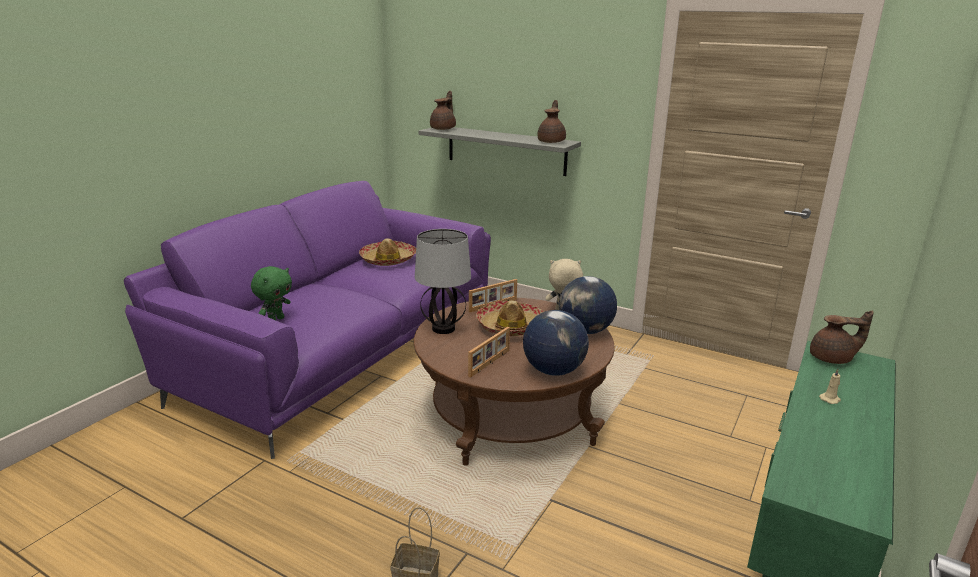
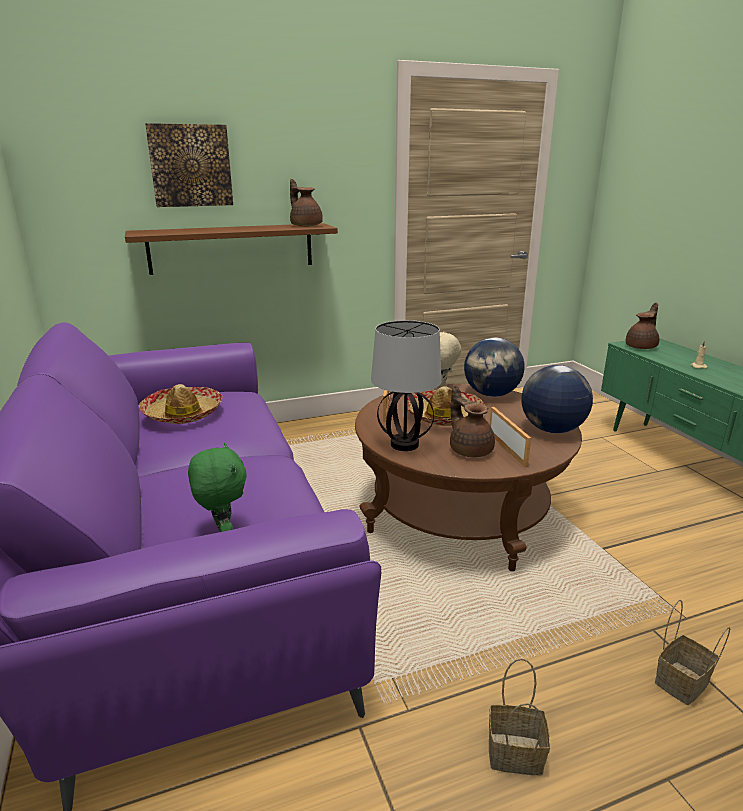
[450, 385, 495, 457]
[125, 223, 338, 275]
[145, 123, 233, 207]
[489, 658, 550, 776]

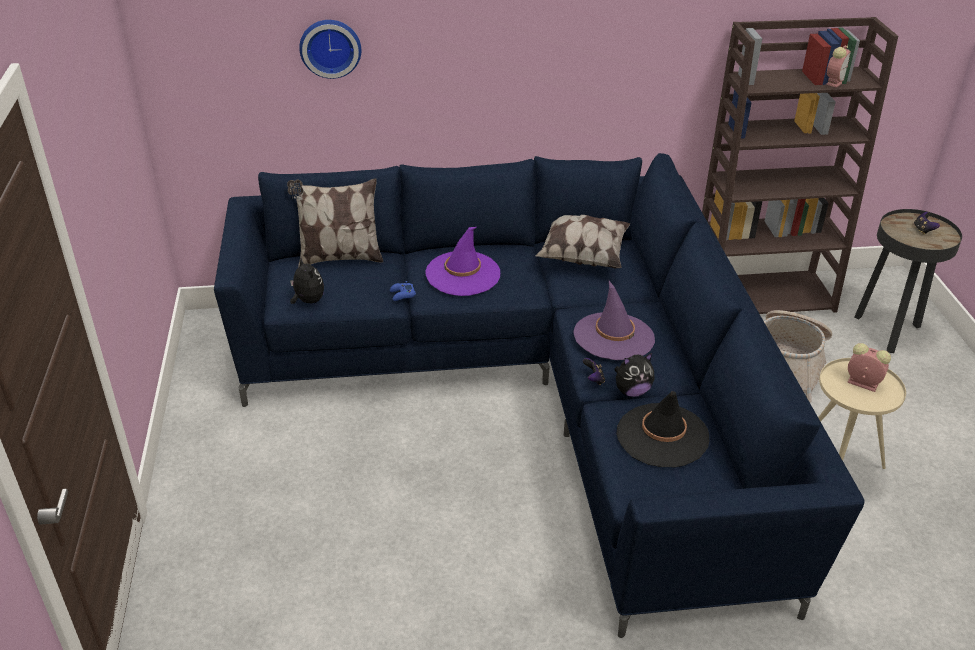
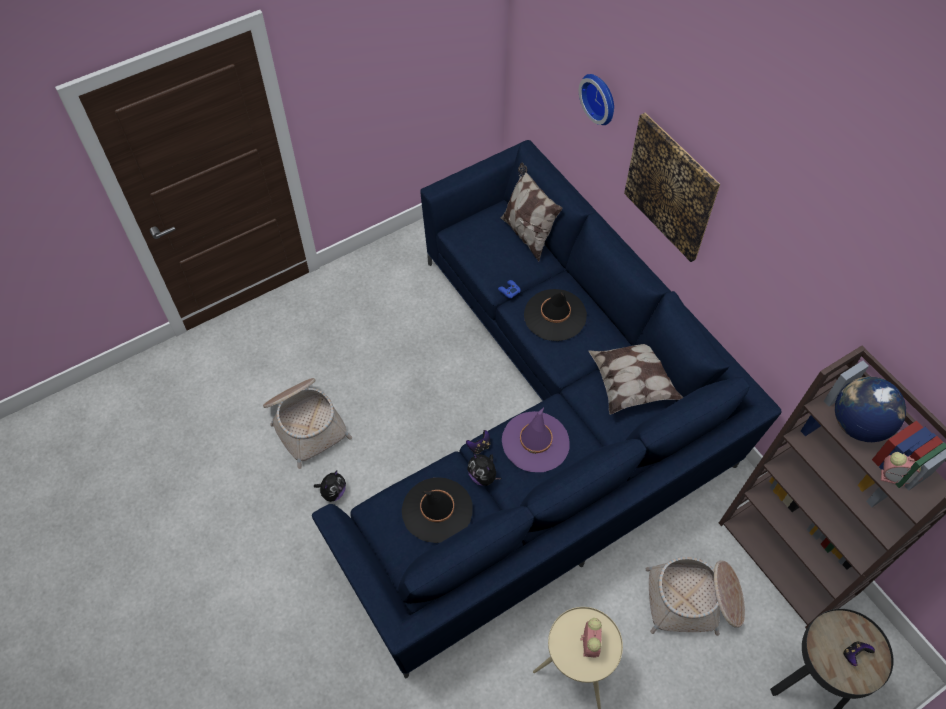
[524, 289, 587, 341]
[314, 470, 346, 502]
[624, 113, 720, 262]
[835, 377, 906, 442]
[263, 378, 352, 469]

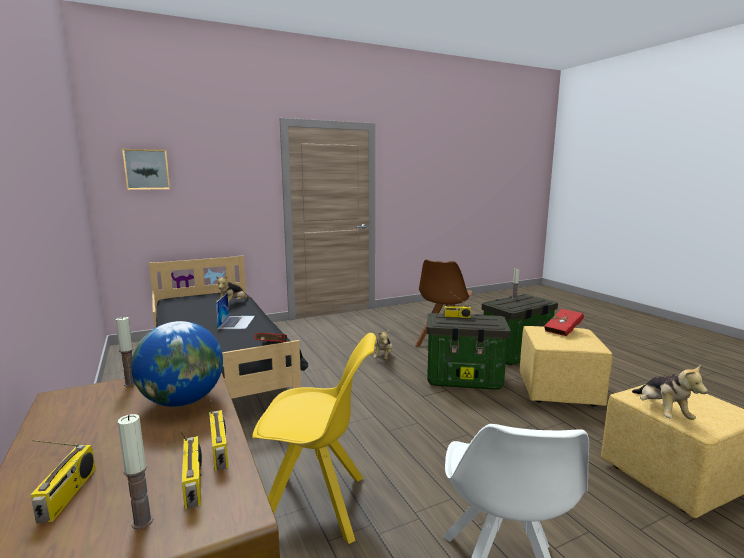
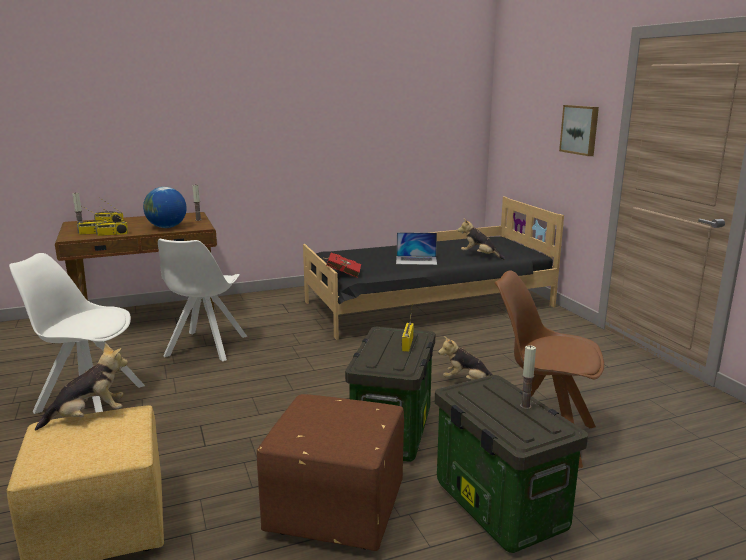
[559, 105, 599, 156]
[544, 309, 584, 336] (first image)
[257, 394, 404, 551]
[158, 239, 248, 361]
[35, 343, 128, 431]

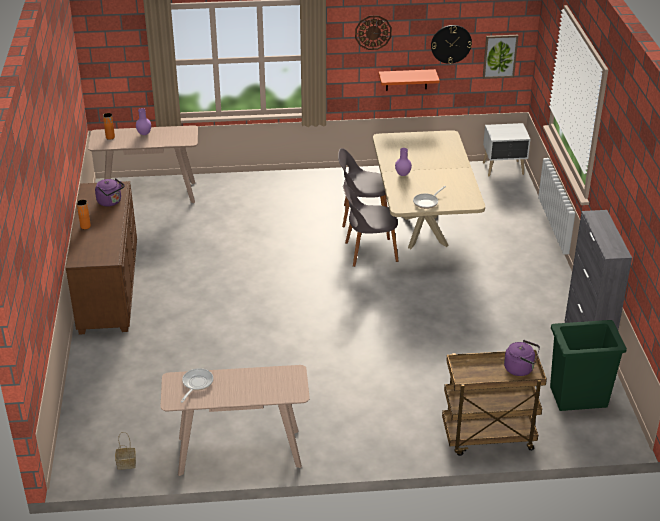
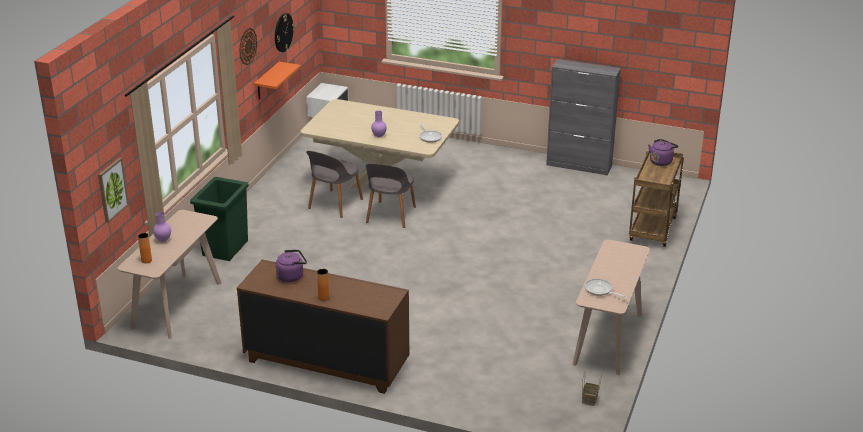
[98, 157, 129, 223]
[190, 177, 249, 261]

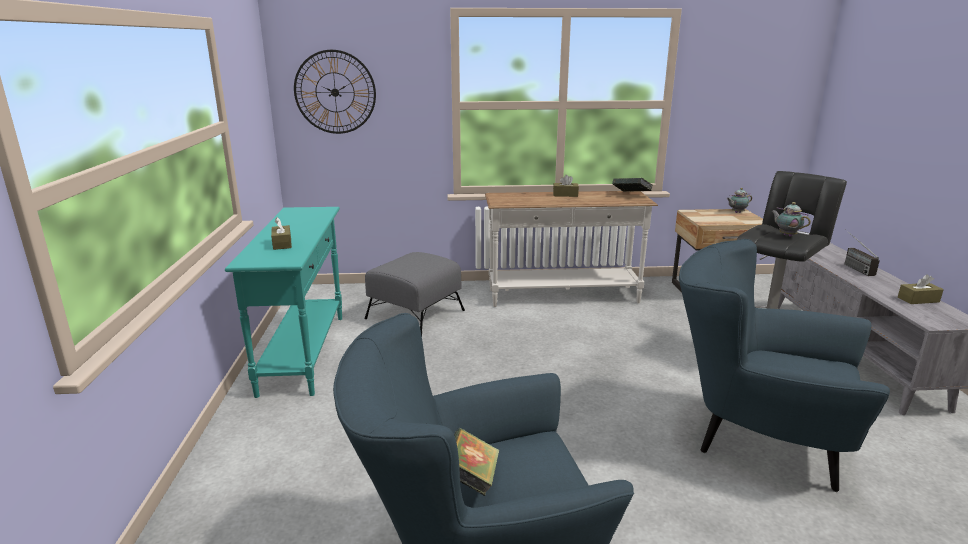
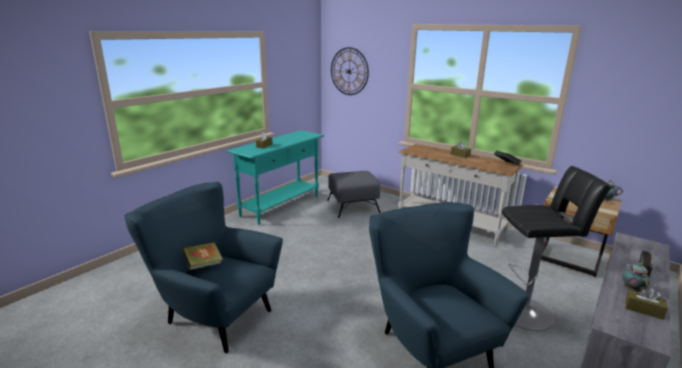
[622, 263, 650, 292]

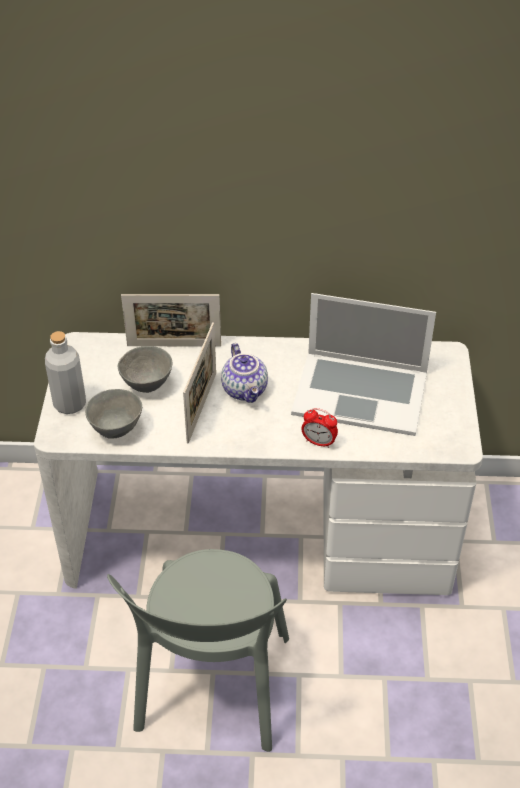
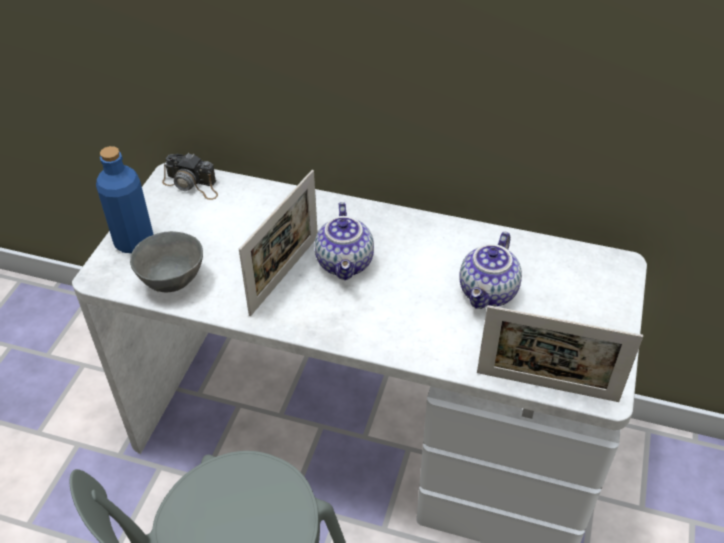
[459, 231, 522, 309]
[477, 305, 643, 402]
[96, 146, 154, 253]
[118, 346, 172, 393] (first image)
[302, 408, 338, 448] (first image)
[162, 153, 218, 200]

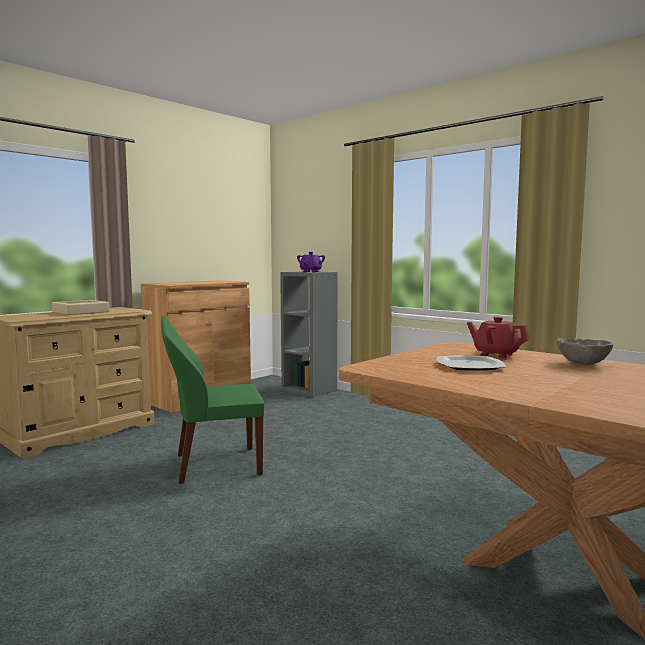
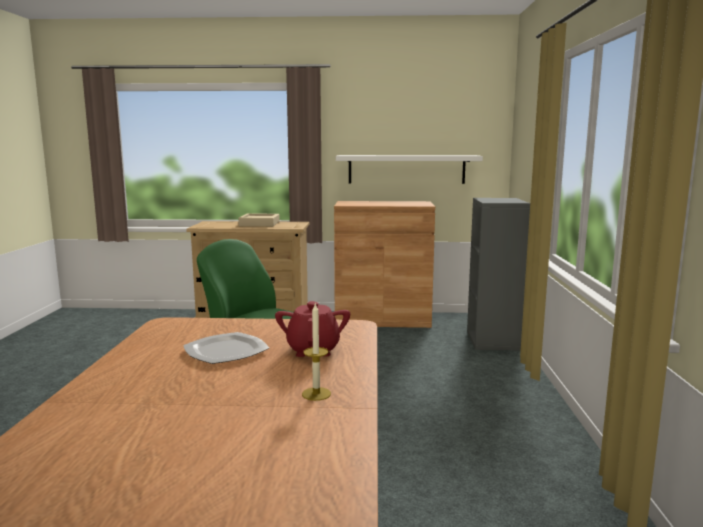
[297, 252, 325, 272] (first image)
[302, 304, 331, 401]
[336, 155, 483, 184]

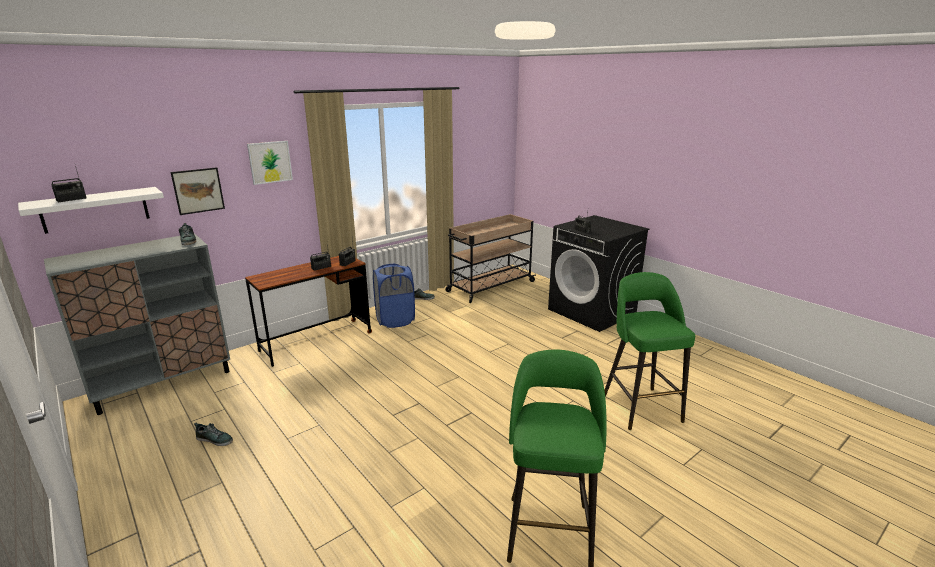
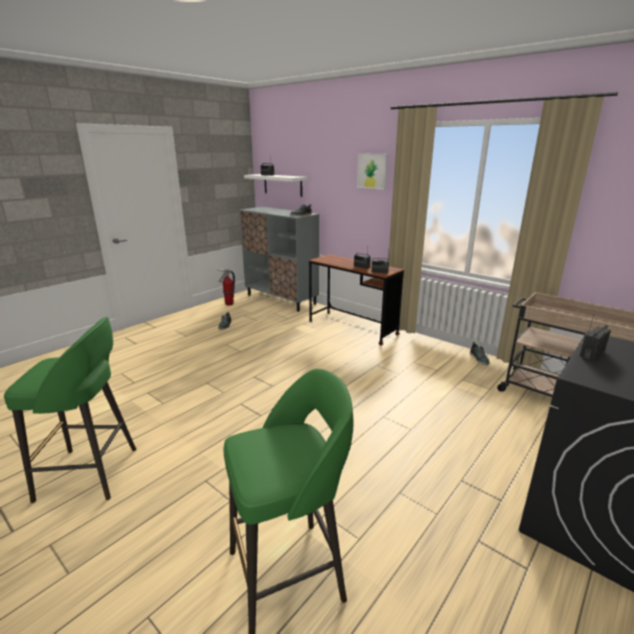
[171, 167, 225, 215] (first image)
[373, 264, 415, 328] (first image)
[218, 269, 235, 306]

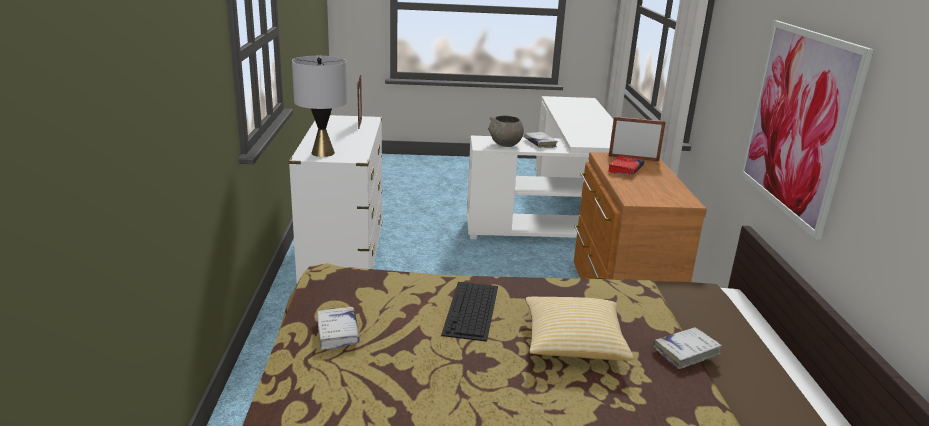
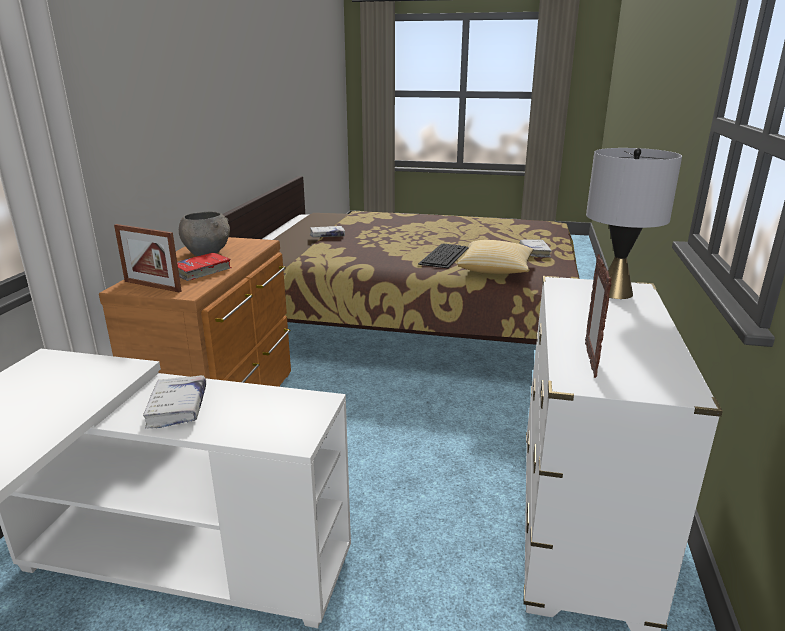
[740, 20, 874, 240] (first image)
[179, 212, 230, 256]
[457, 240, 534, 274]

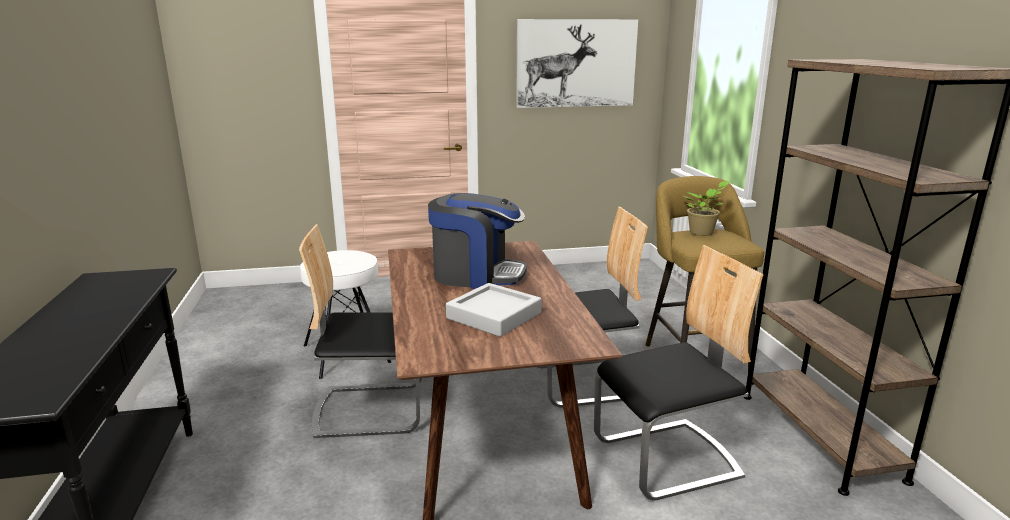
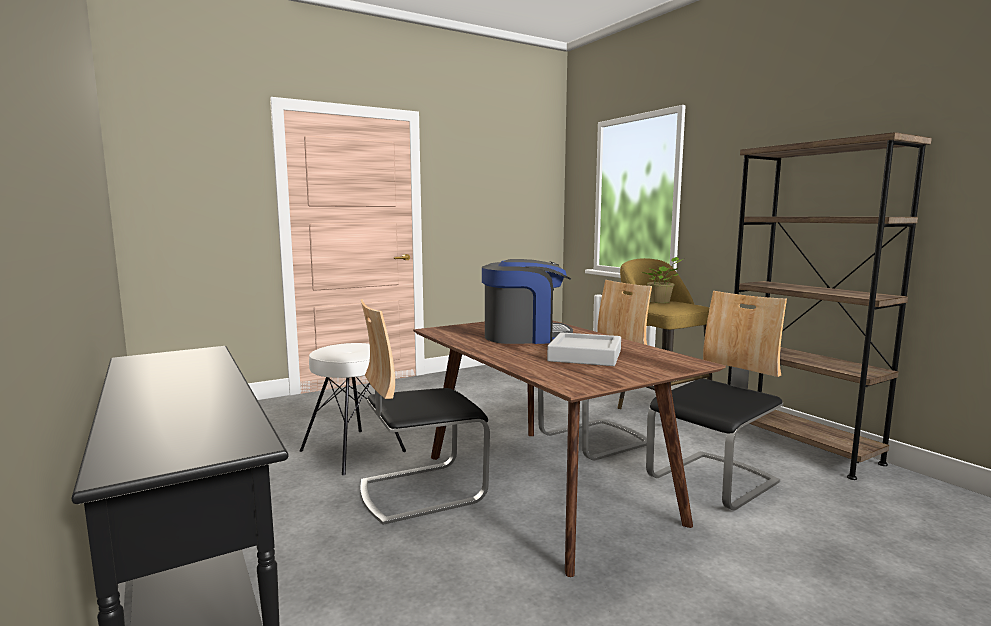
[516, 19, 638, 108] (first image)

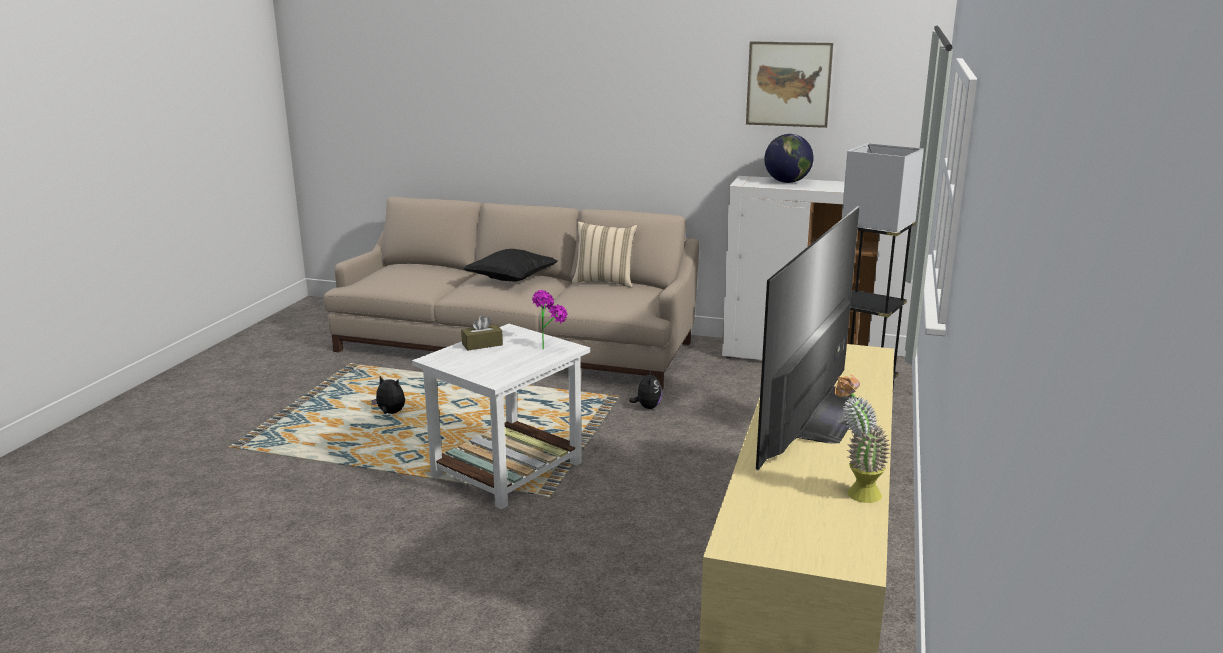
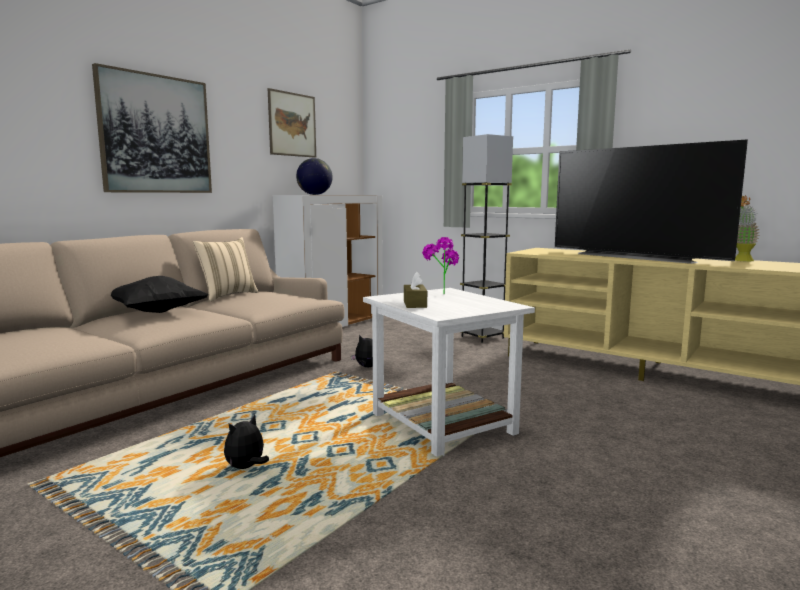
[92, 63, 212, 193]

